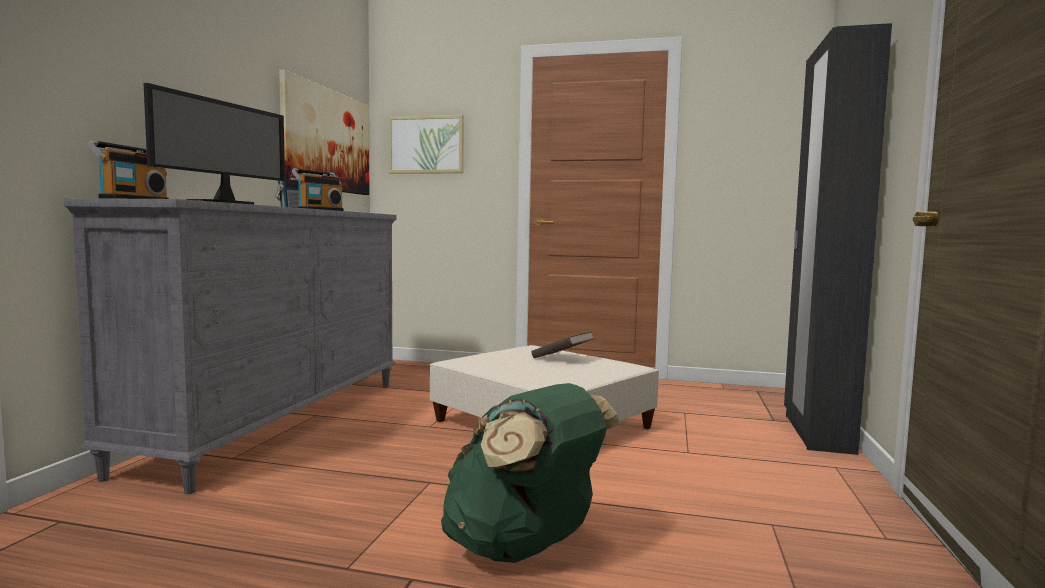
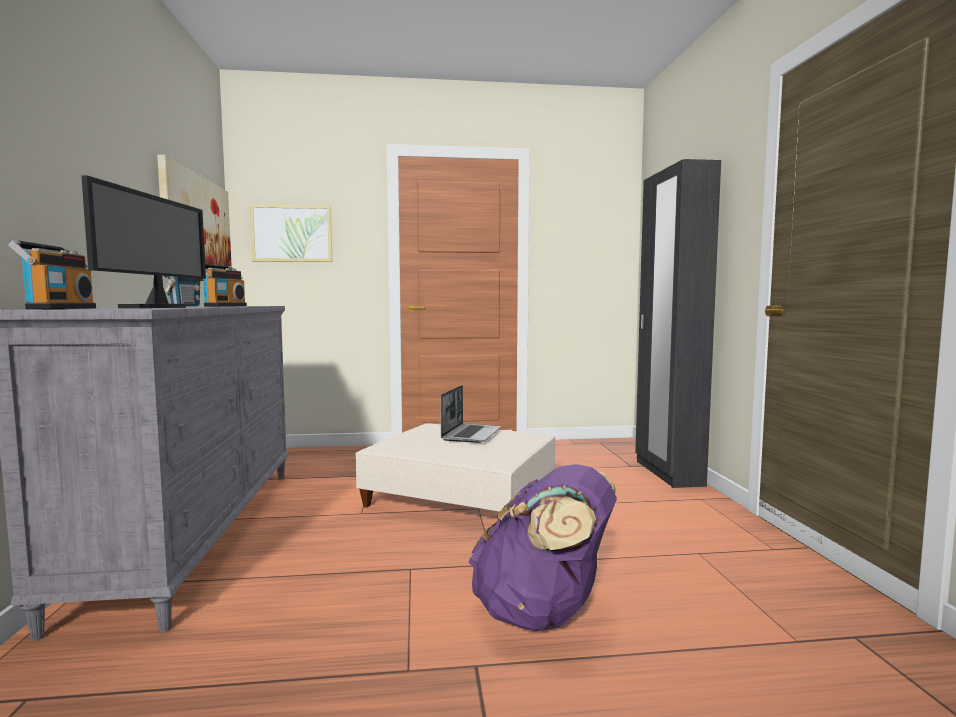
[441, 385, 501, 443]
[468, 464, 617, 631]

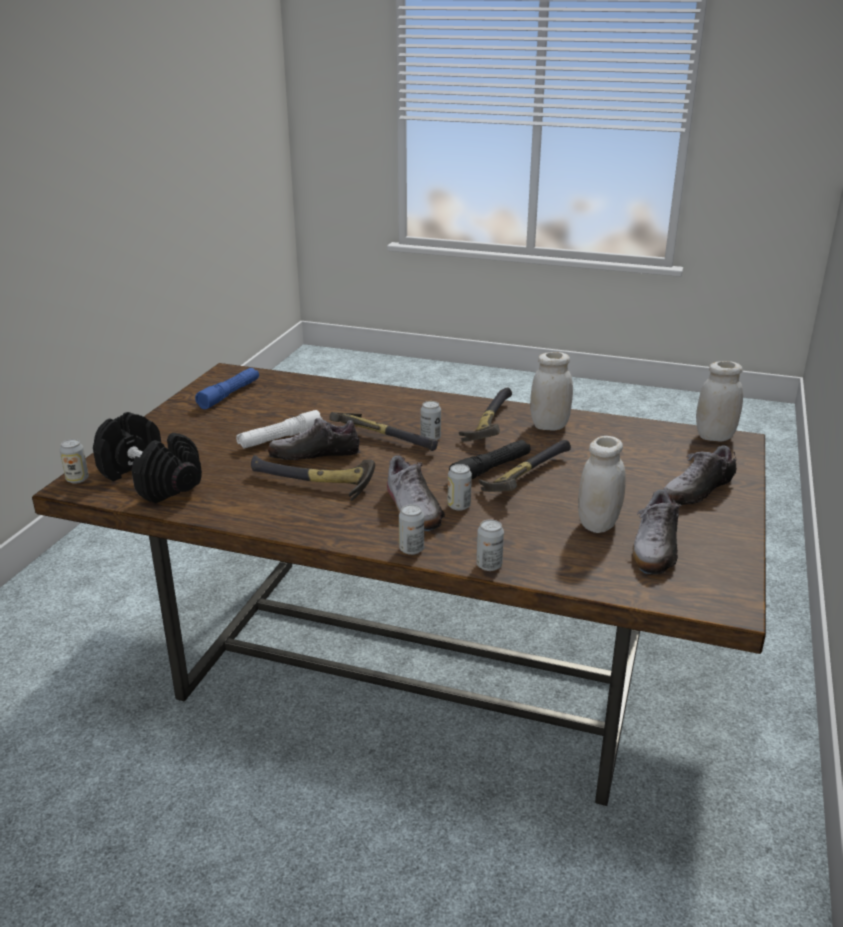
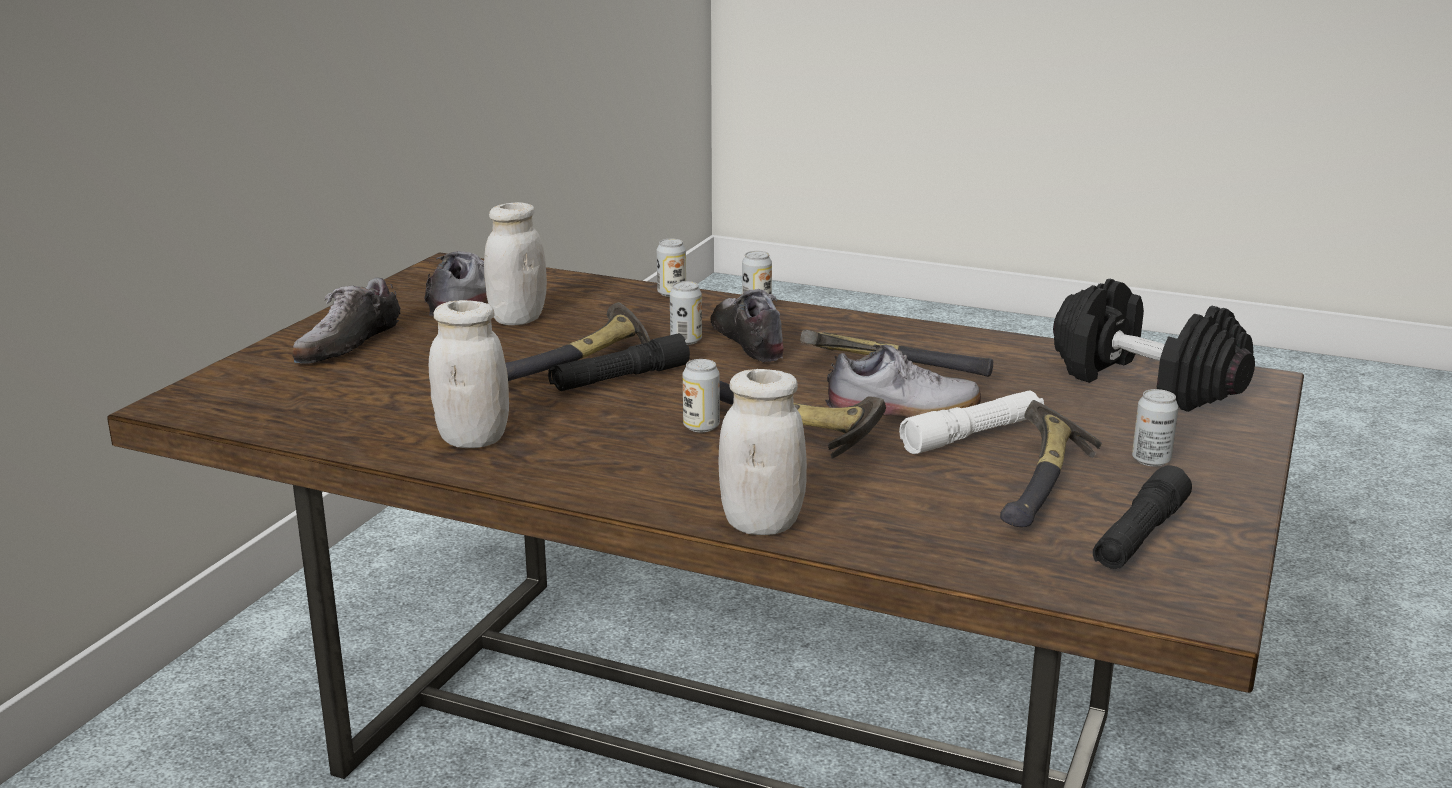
[719, 369, 807, 535]
[1093, 465, 1192, 569]
[1000, 400, 1102, 527]
[1132, 389, 1179, 467]
[292, 278, 401, 363]

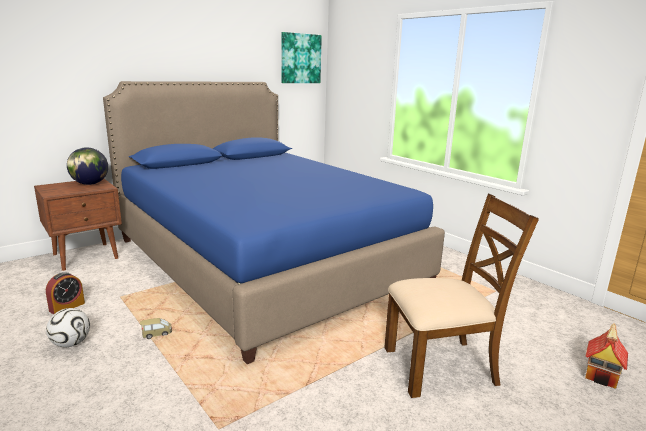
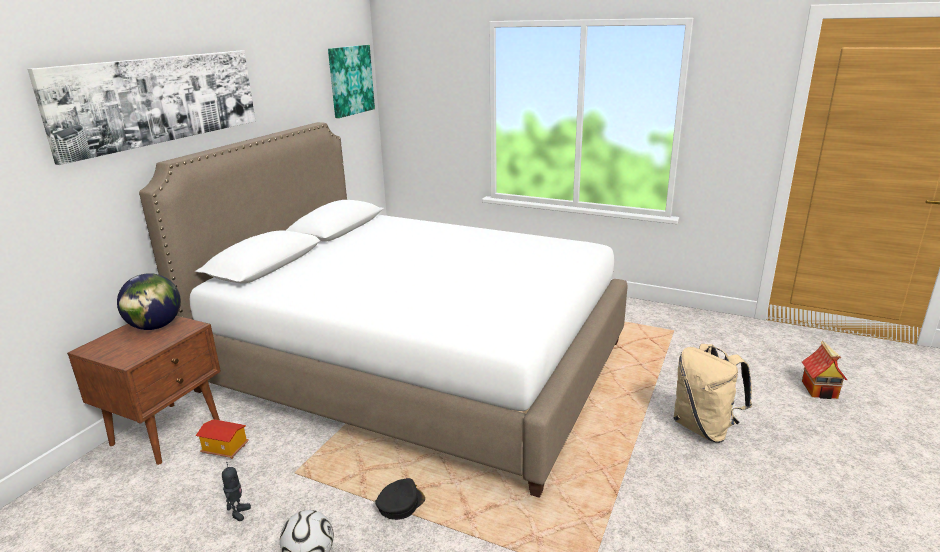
[139, 122, 628, 498]
[673, 344, 752, 443]
[222, 462, 251, 521]
[375, 478, 425, 520]
[27, 51, 256, 165]
[195, 419, 249, 459]

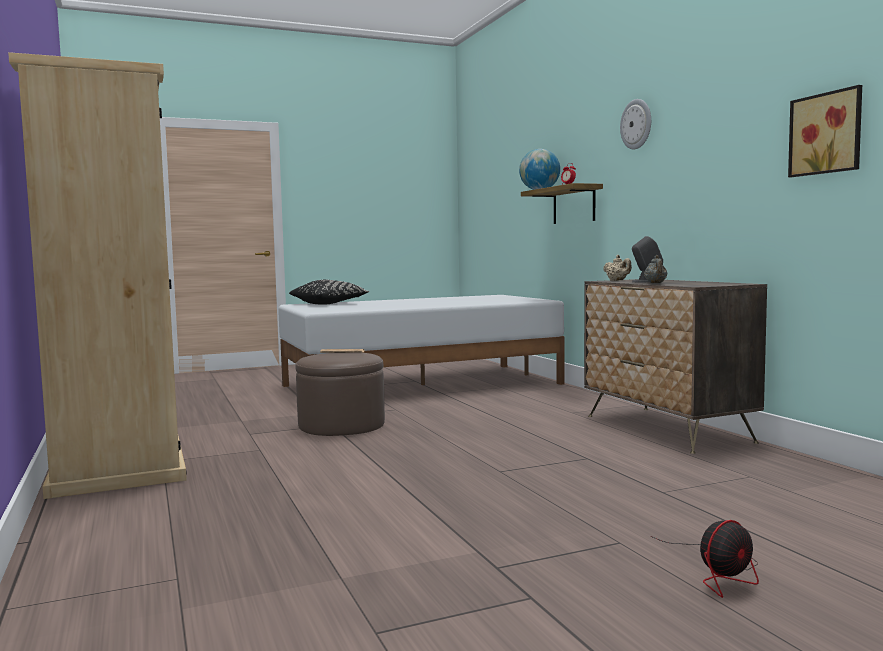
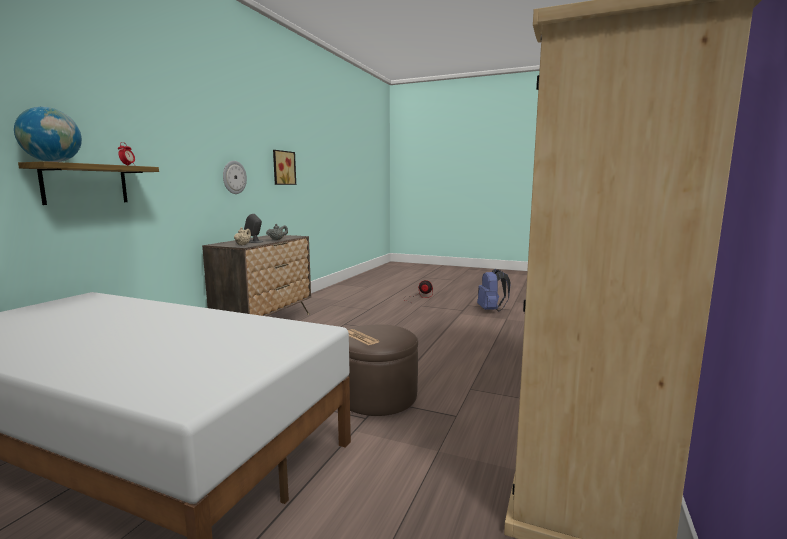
[223, 161, 247, 194]
[289, 280, 369, 305] (first image)
[477, 269, 511, 311]

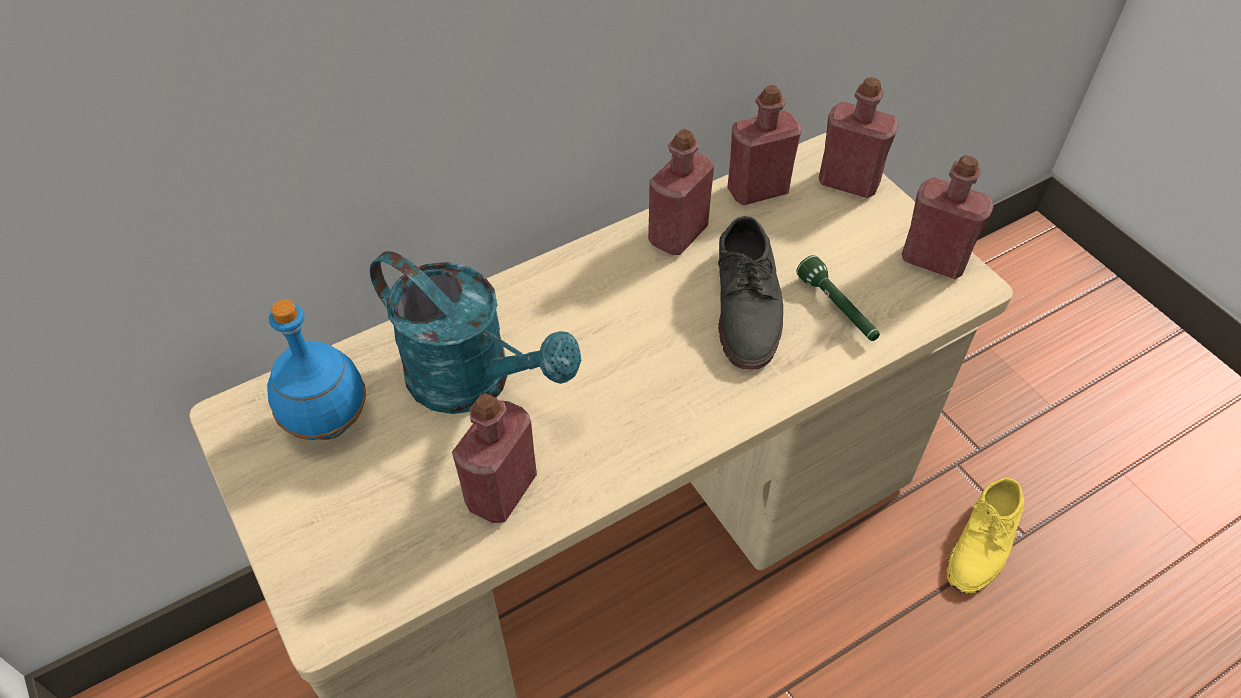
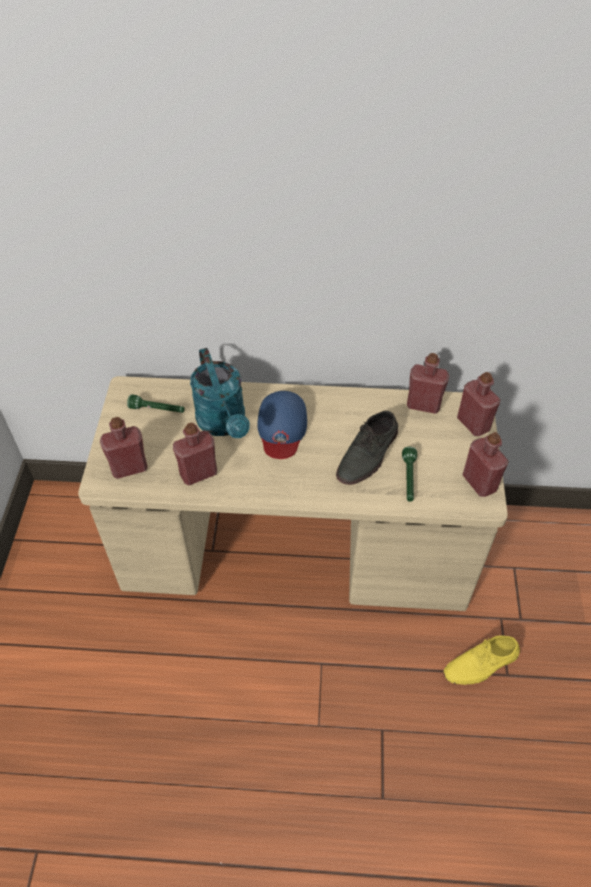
[100, 417, 148, 479]
[127, 394, 185, 413]
[257, 391, 307, 459]

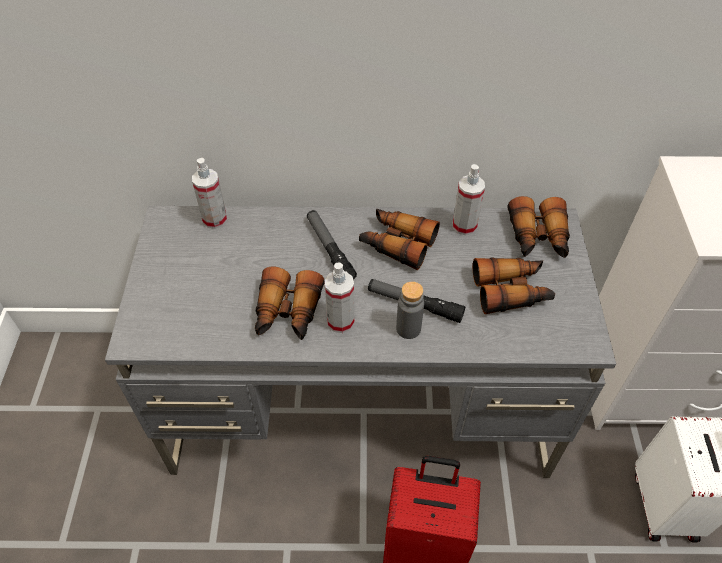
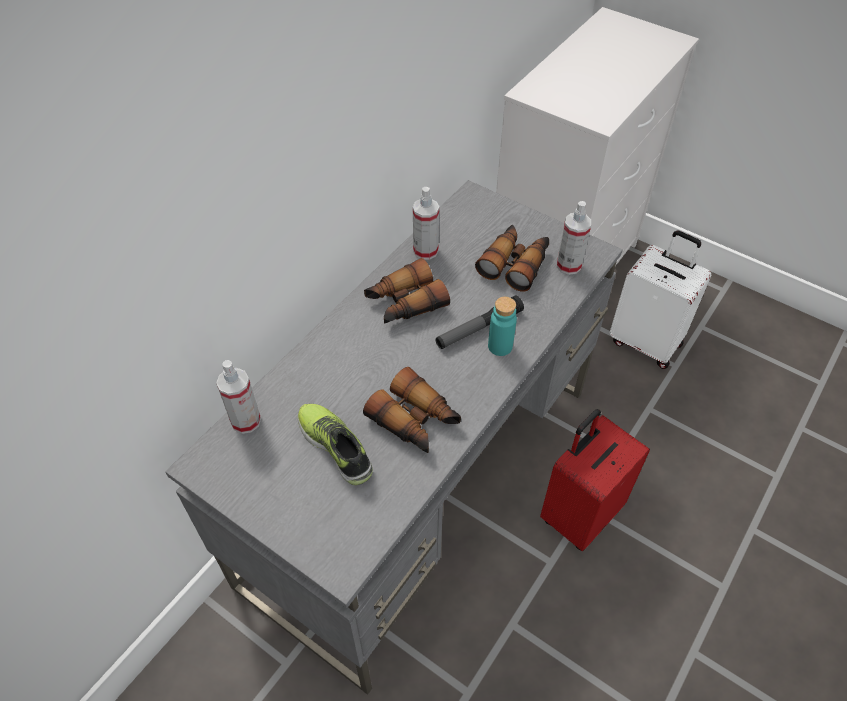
[507, 196, 570, 258] (first image)
[307, 210, 357, 280] (first image)
[557, 201, 591, 275]
[488, 297, 517, 356]
[298, 404, 373, 485]

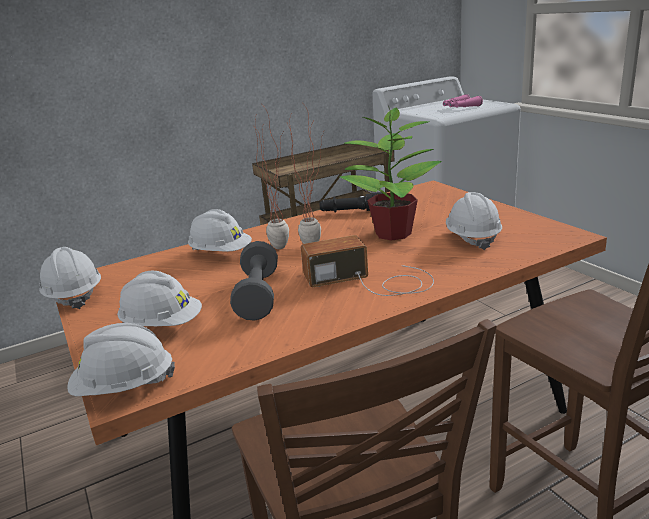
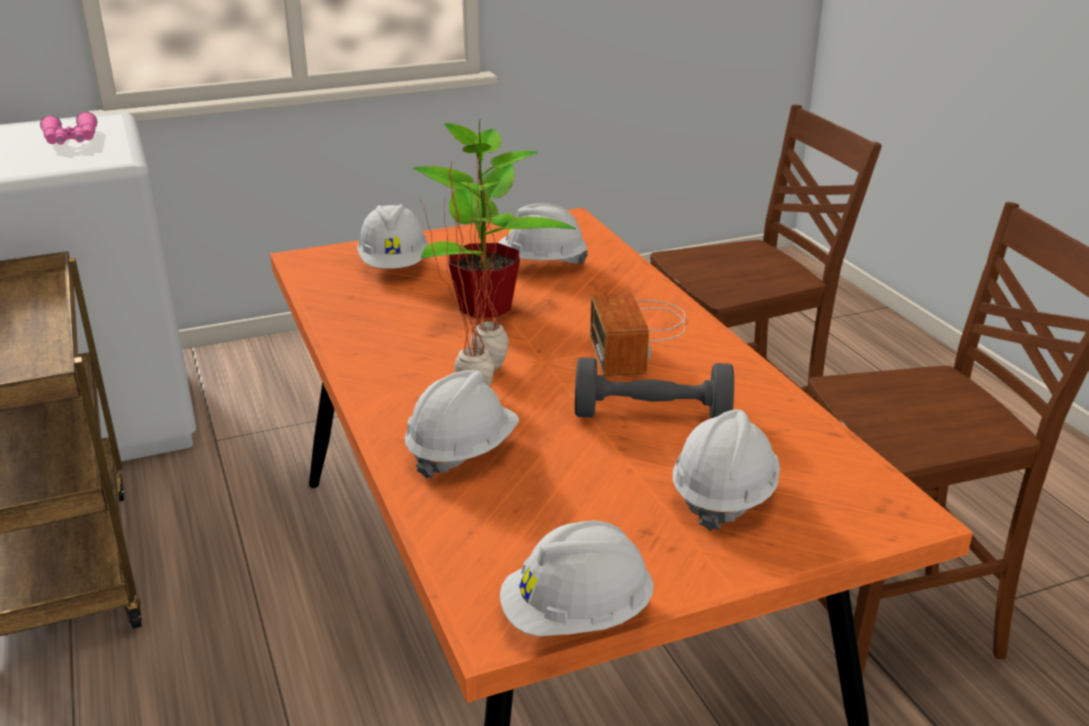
[319, 192, 383, 213] (first image)
[357, 204, 429, 269]

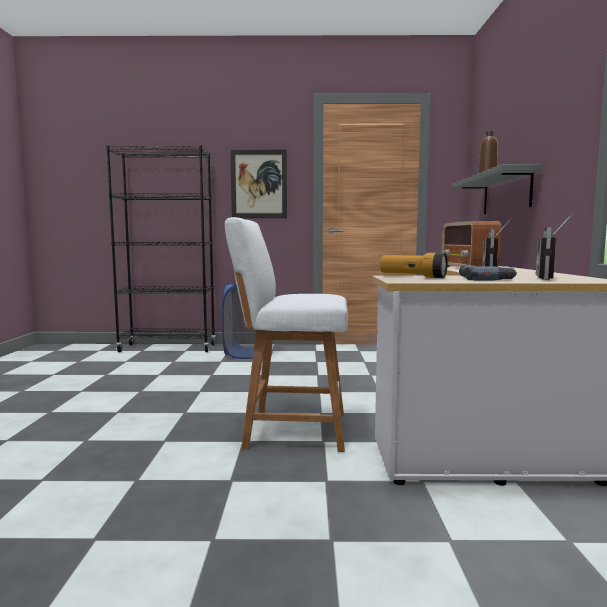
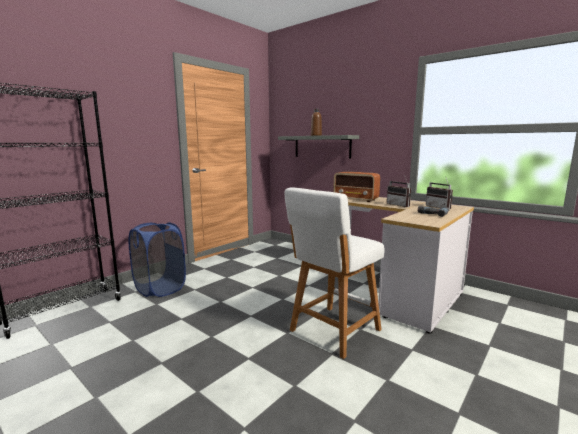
[230, 150, 287, 218] (first image)
[380, 253, 448, 278] (first image)

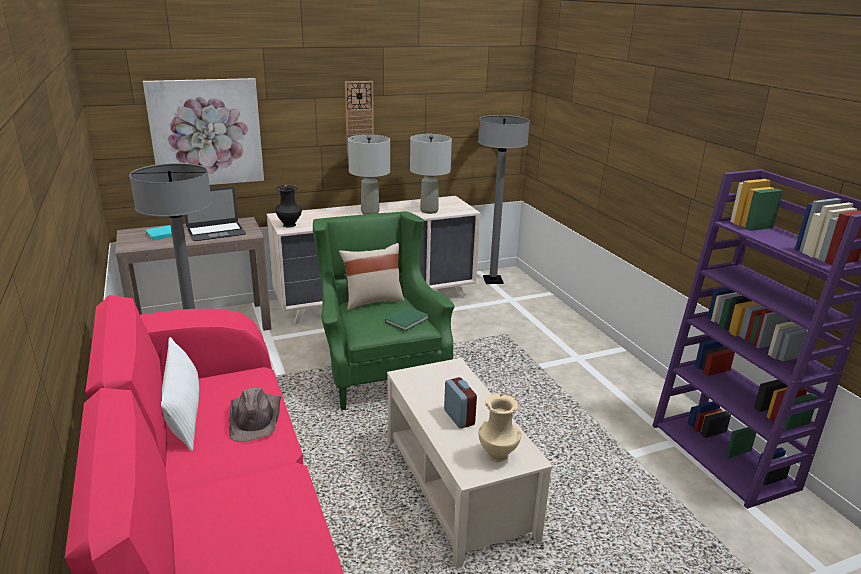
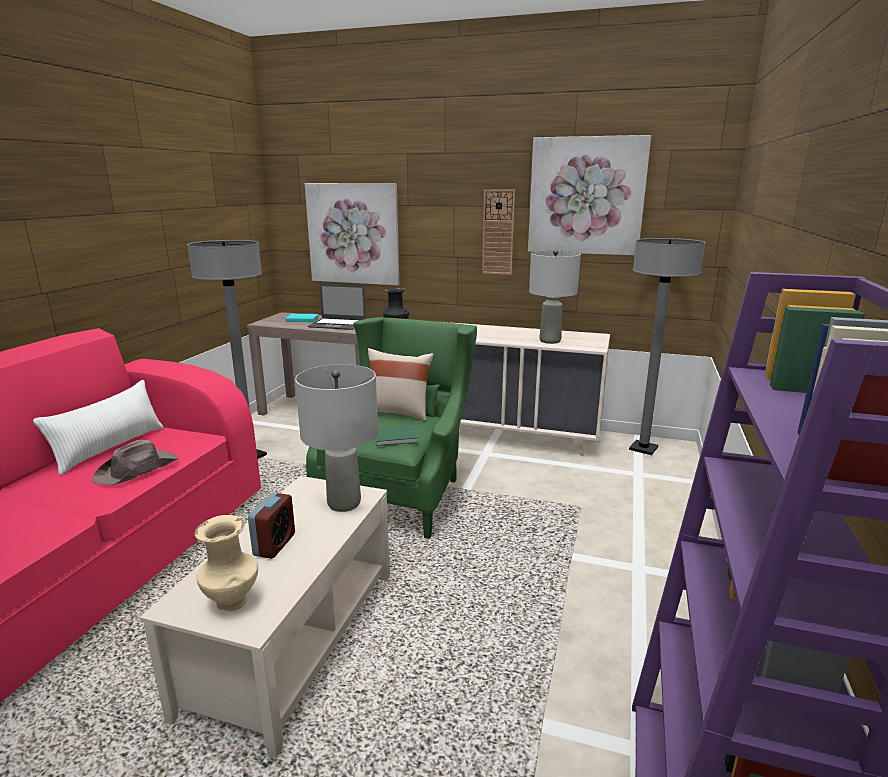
[295, 364, 378, 512]
[528, 135, 651, 255]

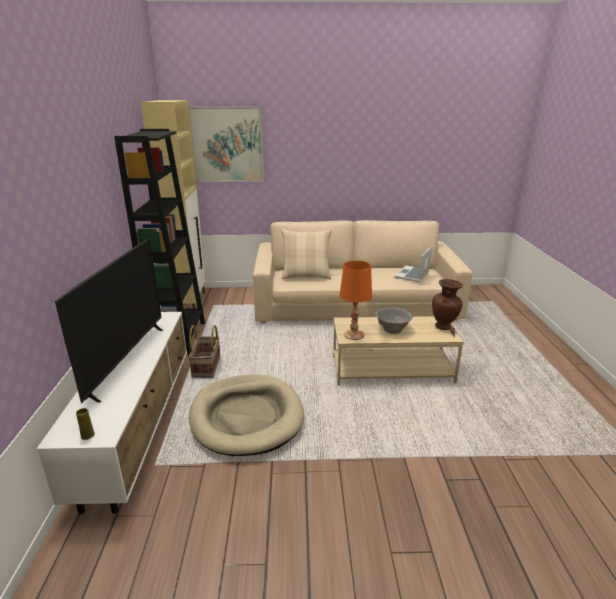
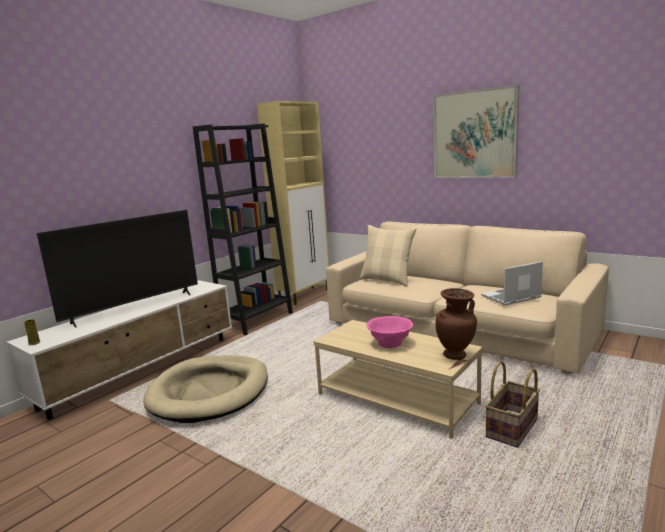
[433, 85, 519, 178]
[340, 260, 372, 340] (first image)
[366, 316, 413, 348]
[485, 361, 540, 448]

